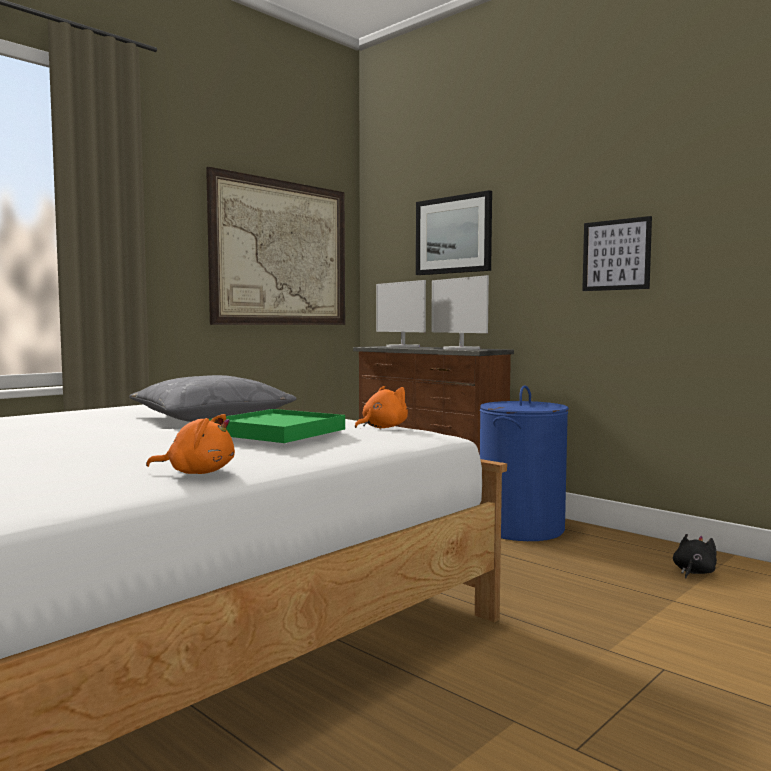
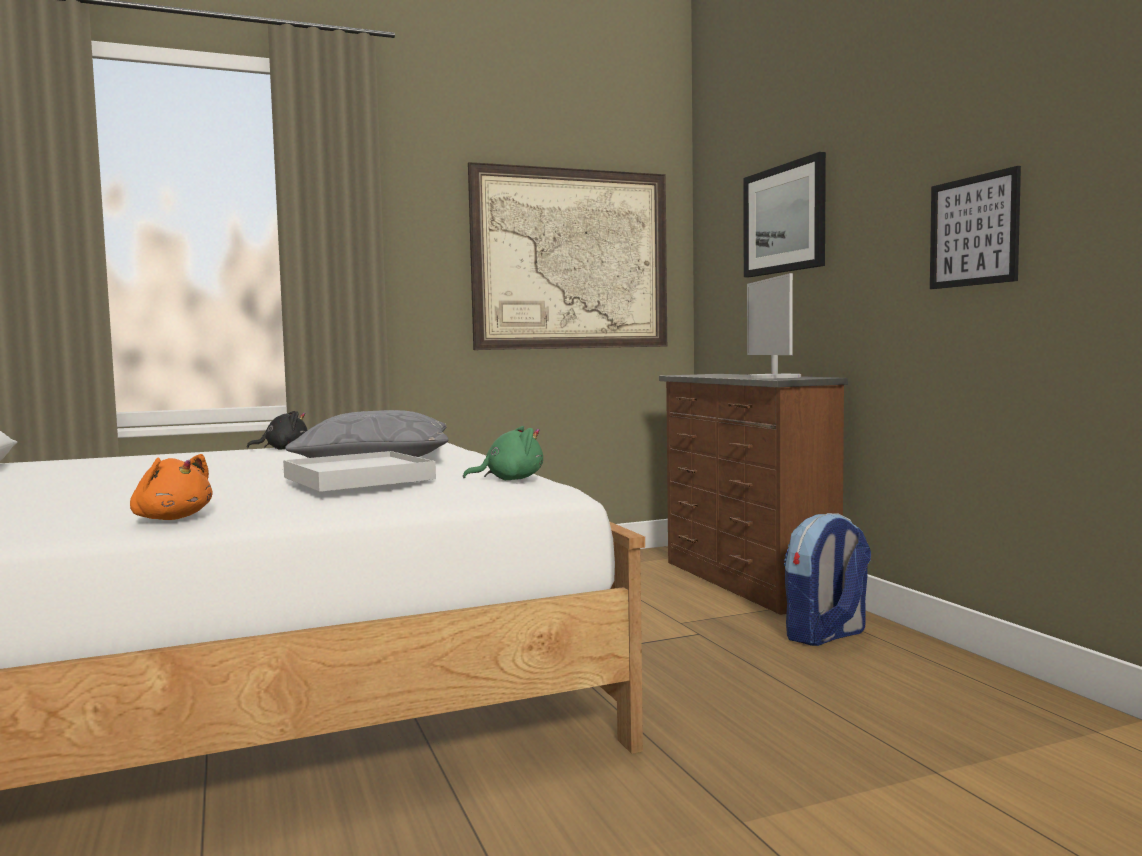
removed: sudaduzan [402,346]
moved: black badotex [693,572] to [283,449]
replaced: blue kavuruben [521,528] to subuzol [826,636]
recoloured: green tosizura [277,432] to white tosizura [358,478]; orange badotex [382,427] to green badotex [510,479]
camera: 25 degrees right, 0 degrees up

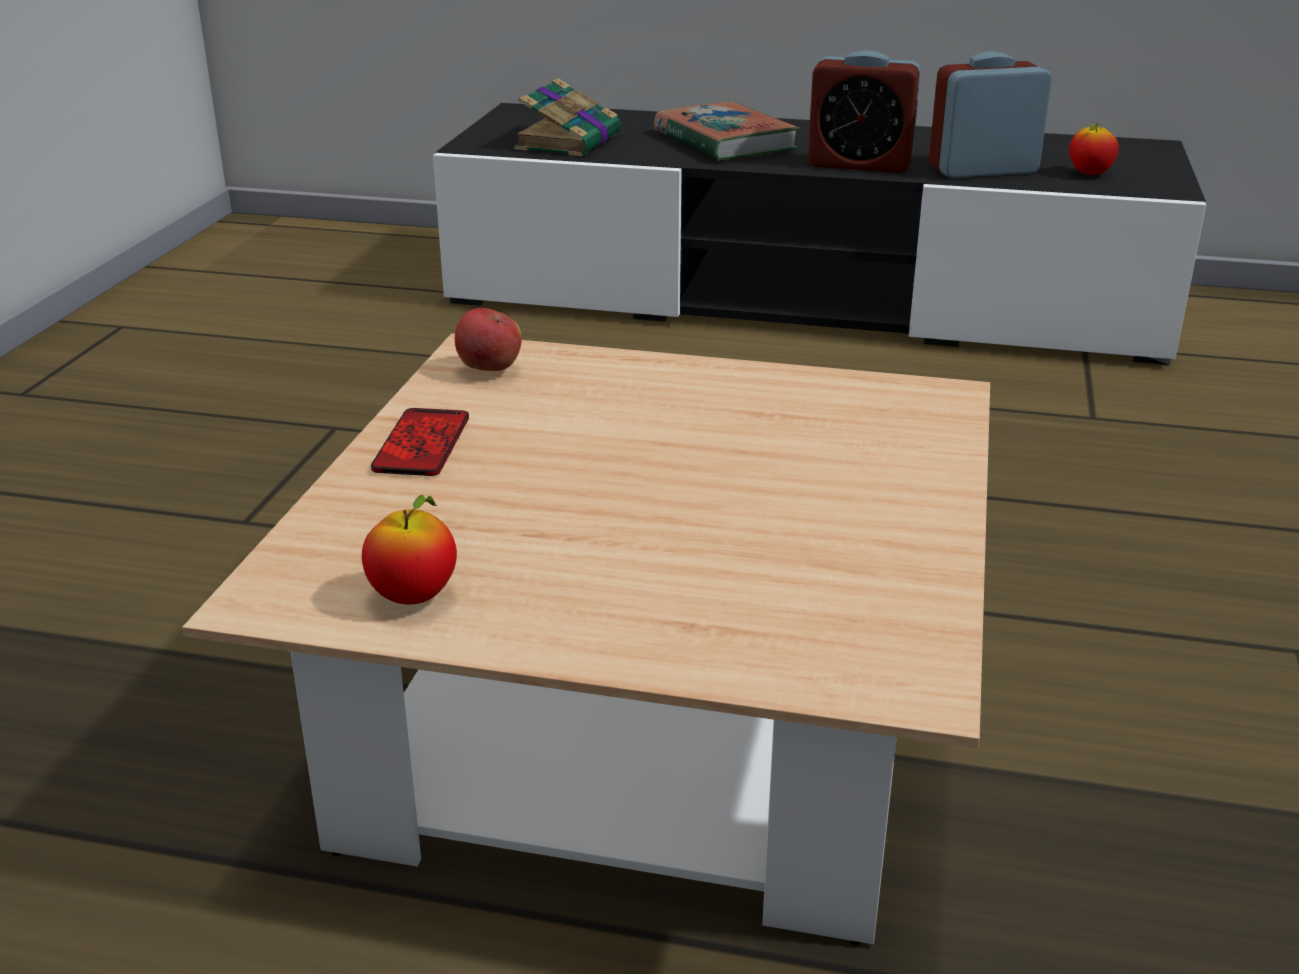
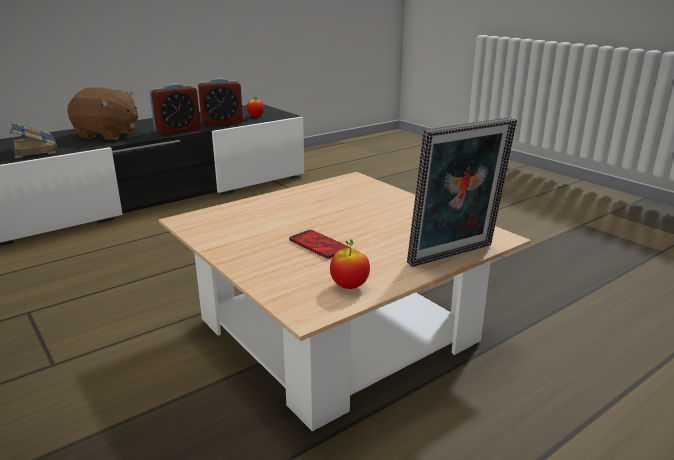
removed: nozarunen [490,370]
added: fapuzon [454,256]
moved: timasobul [422,444] to [318,245]
replaced: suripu [724,141] to brown badotex [107,135]
turned: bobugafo [983,170] = [222,122] 135 degrees counterclockwise
camera: 50 degrees left, 5 degrees down

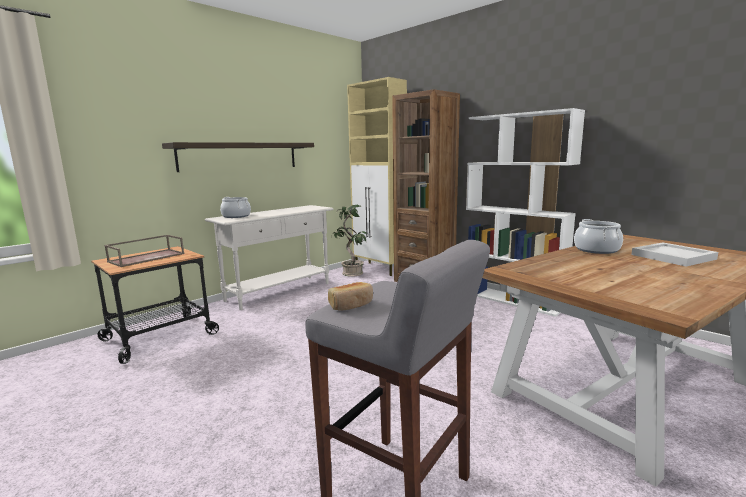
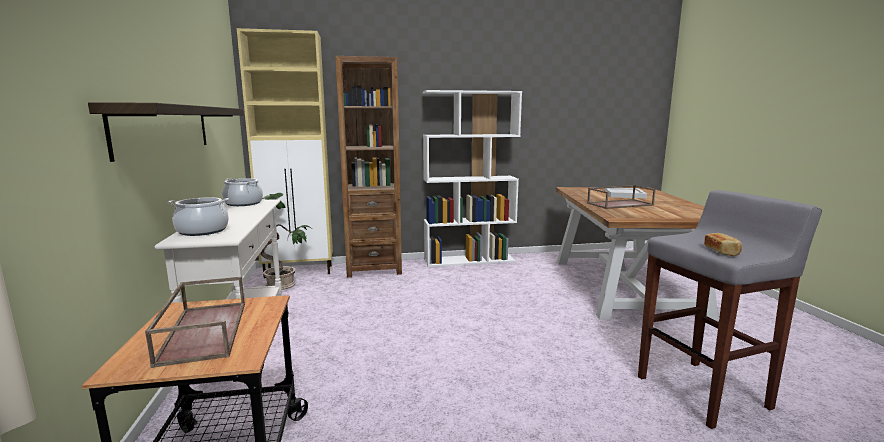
added: brown tosizura [620,204]
moved: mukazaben [596,250] to [243,203]
camera: 55 degrees left, 0 degrees up

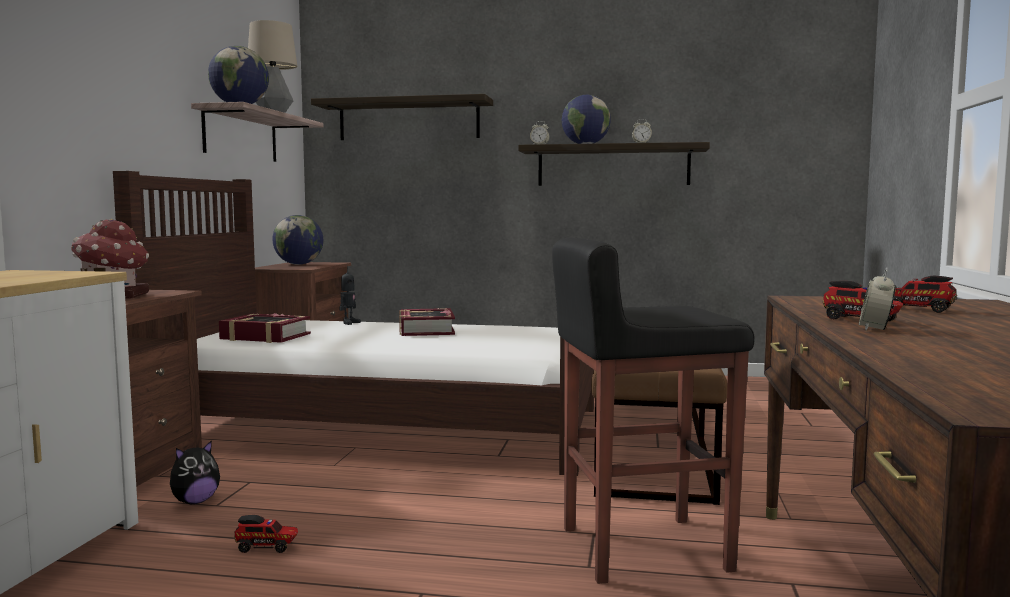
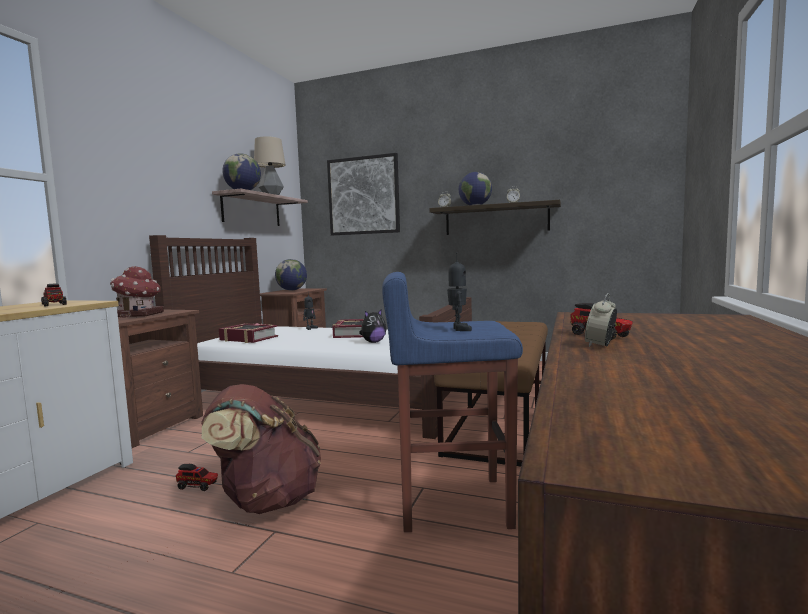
added: brown subuzol [266,500]; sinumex [459,329]
moved: badotex [195,501] to [373,342]; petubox [916,309] to [54,304]
replaced: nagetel [409,120] to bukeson [363,195]
recoloured: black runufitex [641,548] to blue runufitex [451,502]
camera: 10 degrees right, 0 degrees up

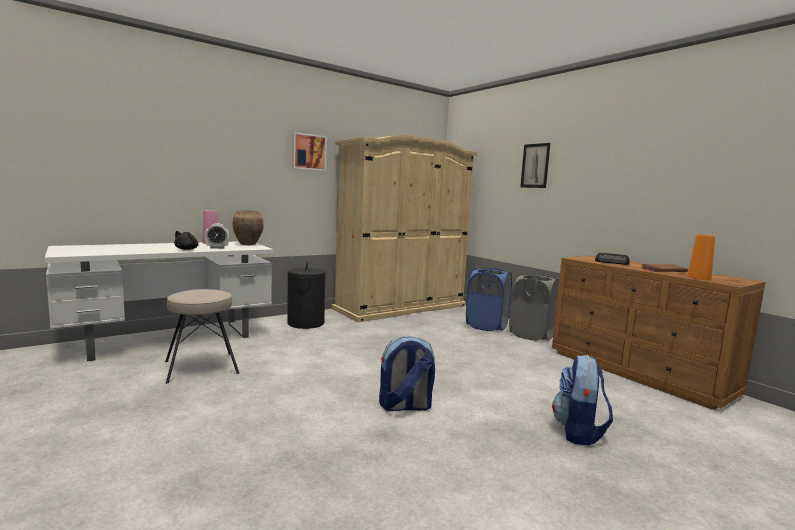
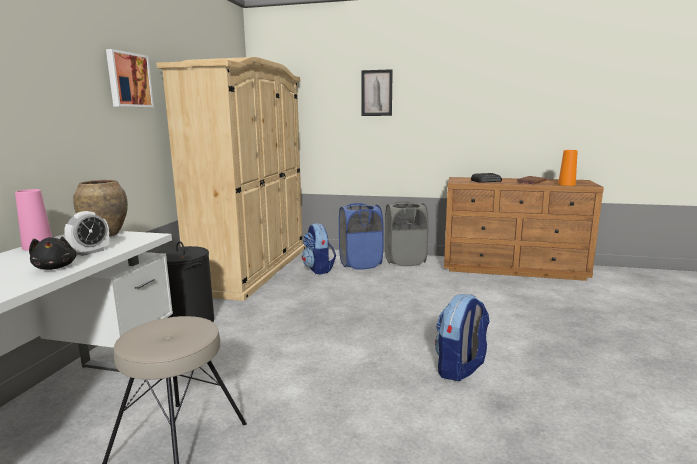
moved: subuzol [579,432] to [319,269]
camera: 40 degrees left, 5 degrees up

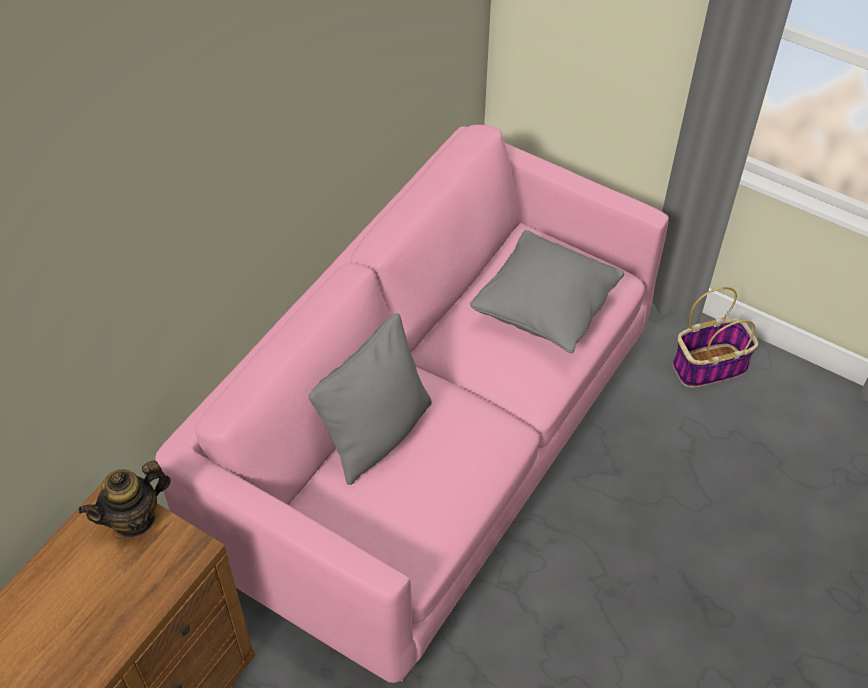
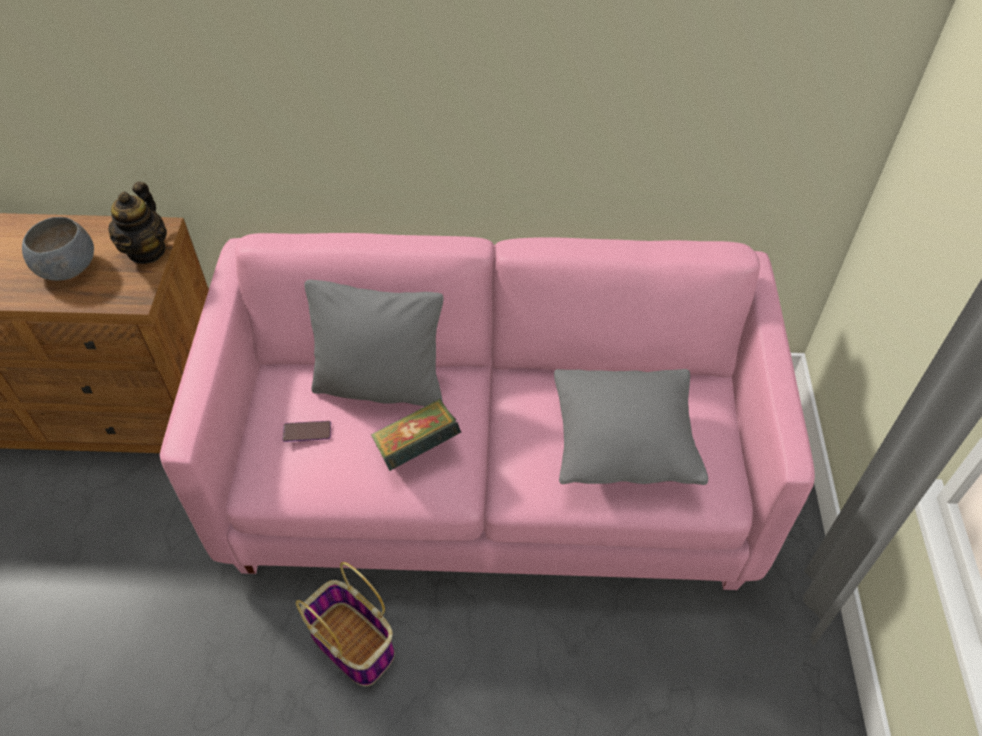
added: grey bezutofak [66,267]; timasobul [307,432]; suripu [417,449]
moved: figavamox [710,366] to [354,644]
turned: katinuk [134,519] = [147,250] 105 degrees counterclockwise
camera: 60 degrees right, 0 degrees up

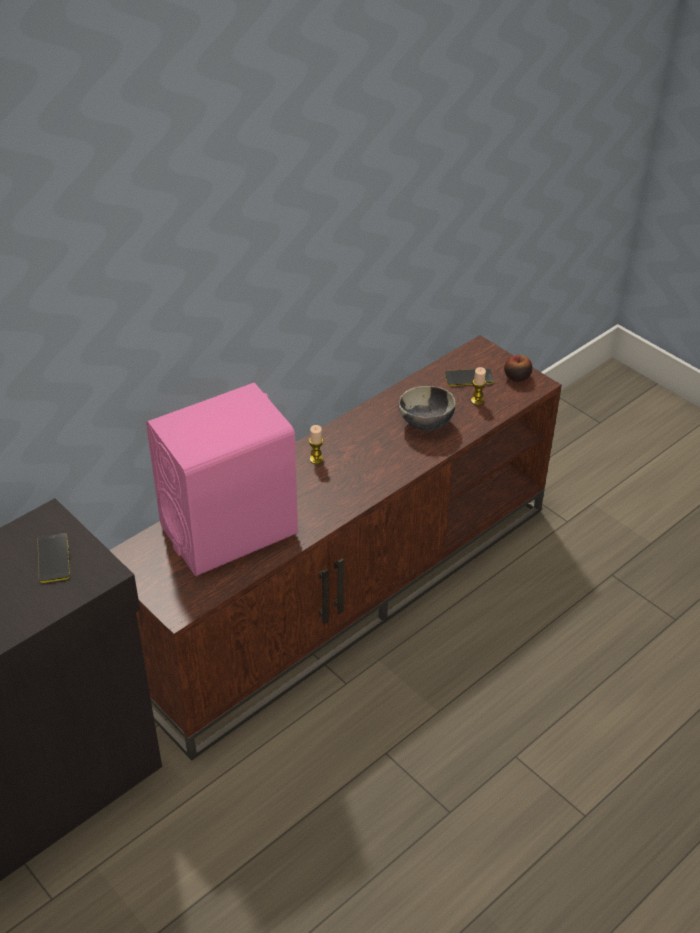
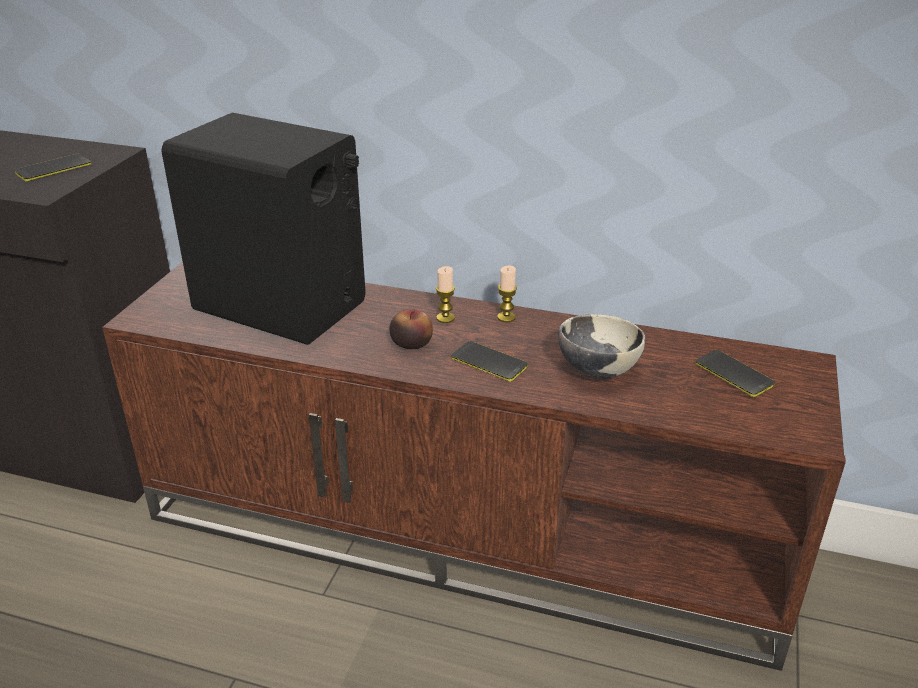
added: timasobul [489,362]
moved: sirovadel [477,401] to [506,317]; nozarunen [517,377] to [411,343]
recoloured: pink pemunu [229,530] to black pemunu [281,306]
camera: 60 degrees right, 10 degrees down

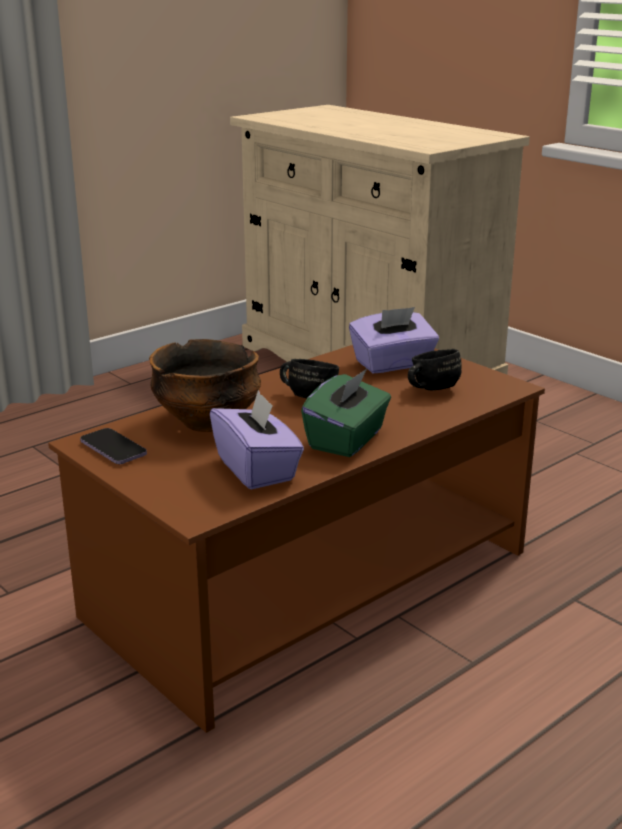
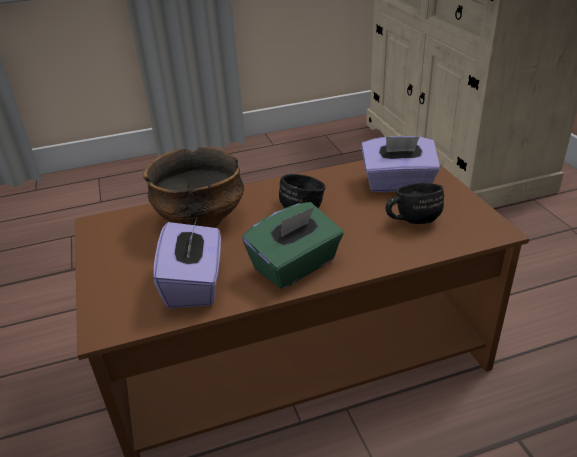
removed: timasobul [113,449]
camera: 25 degrees right, 10 degrees up

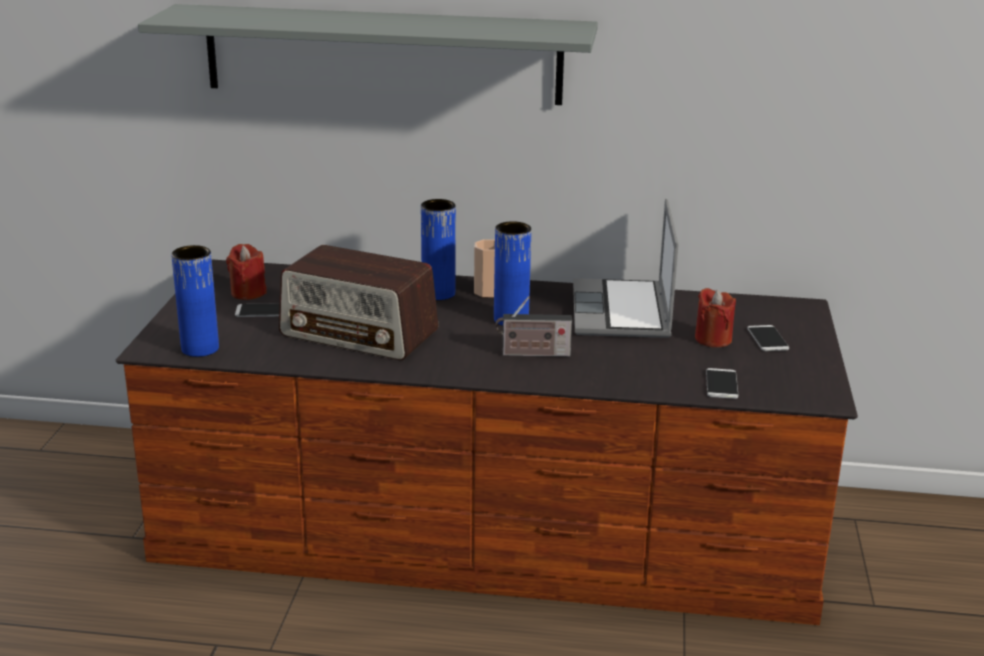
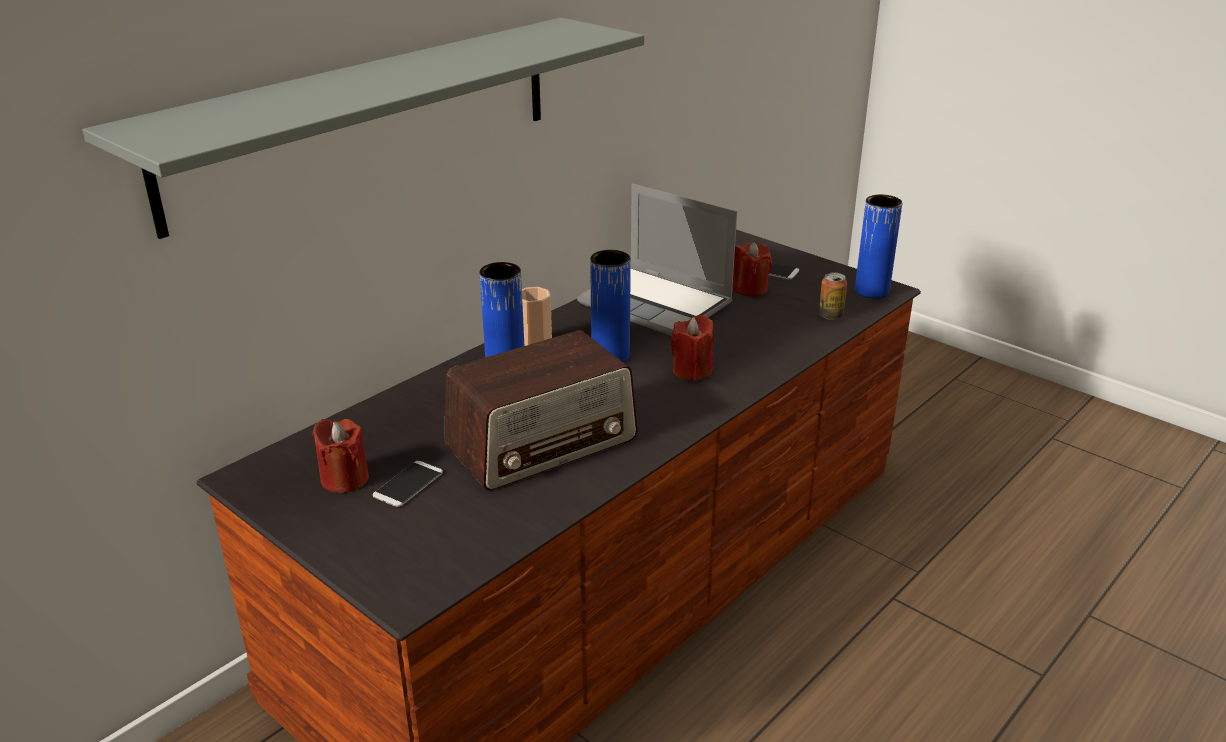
moved: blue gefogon [200,349] to [871,291]
replaced: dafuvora [532,354] to red sirovadel [692,370]; timasobul [721,384] to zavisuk [830,315]
camera: 55 degrees left, 5 degrees up

